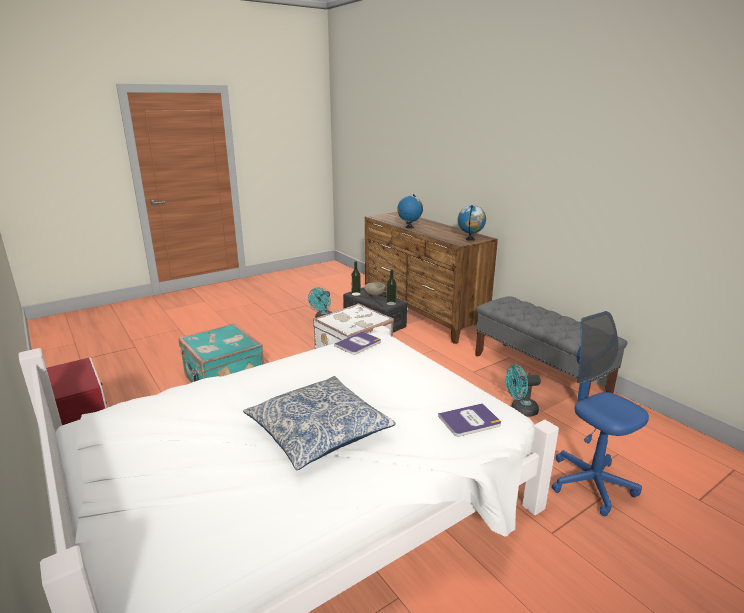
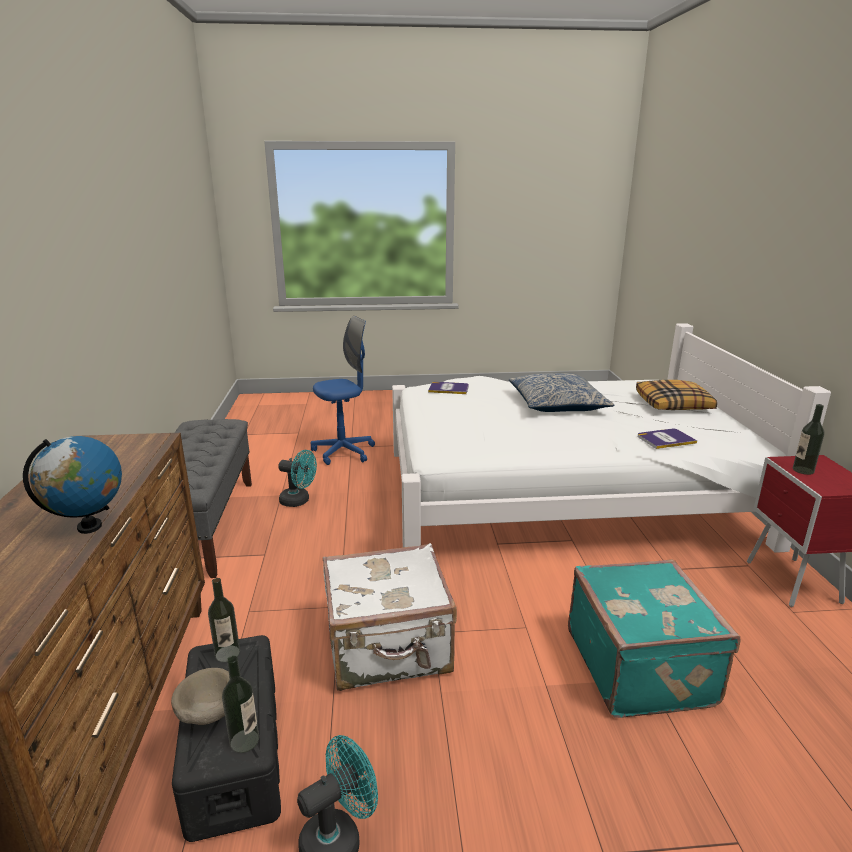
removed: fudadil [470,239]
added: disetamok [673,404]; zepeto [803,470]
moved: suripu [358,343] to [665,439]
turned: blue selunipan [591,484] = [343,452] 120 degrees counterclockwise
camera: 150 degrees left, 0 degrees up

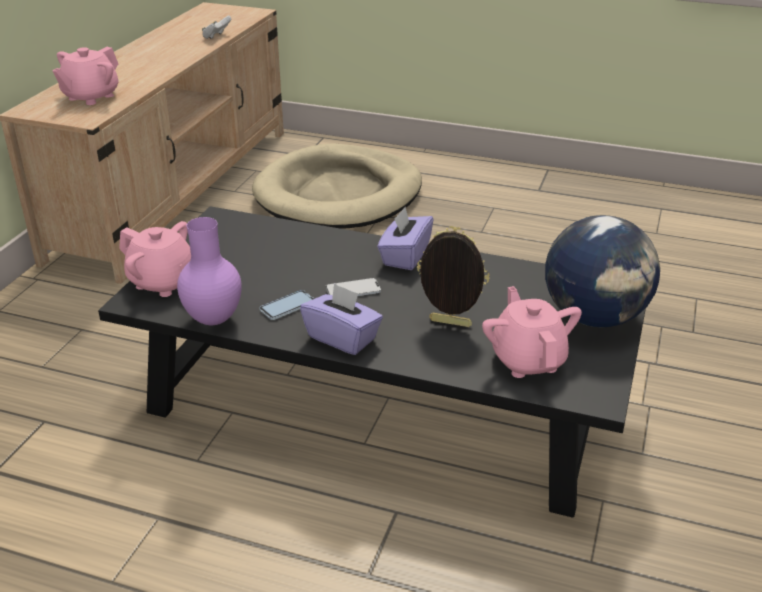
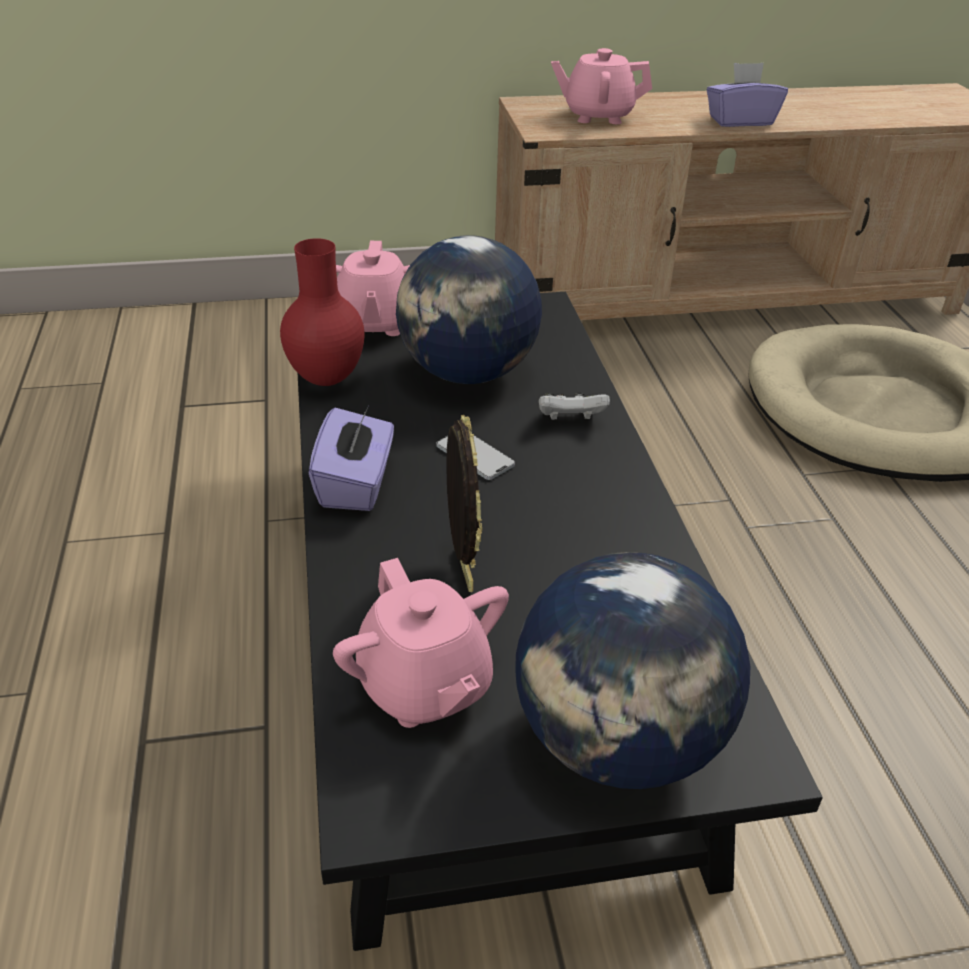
removed: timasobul [287,306]
added: fudadil [466,373]
moved: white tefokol [216,36] to [570,420]; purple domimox [405,256] to [740,121]
recoloured: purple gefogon [215,319] to red gefogon [327,380]
turned: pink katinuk [527,360] = [424,686] 105 degrees clockwise
camera: 60 degrees right, 5 degrees up

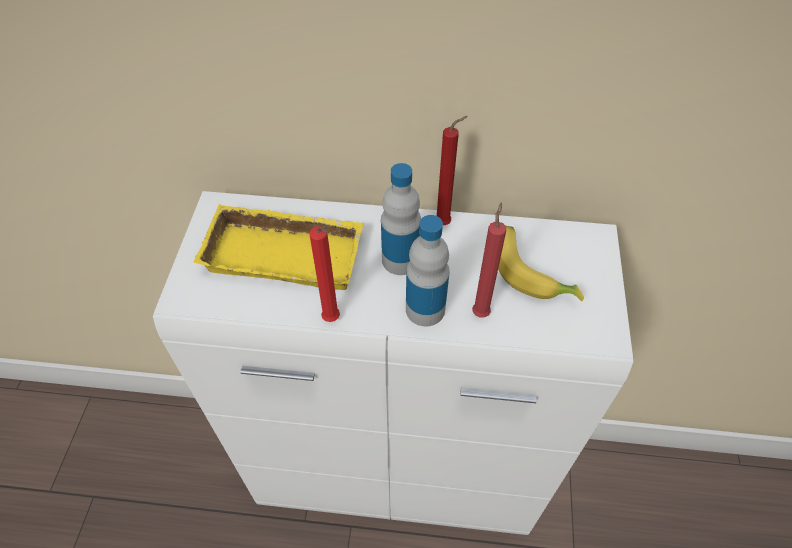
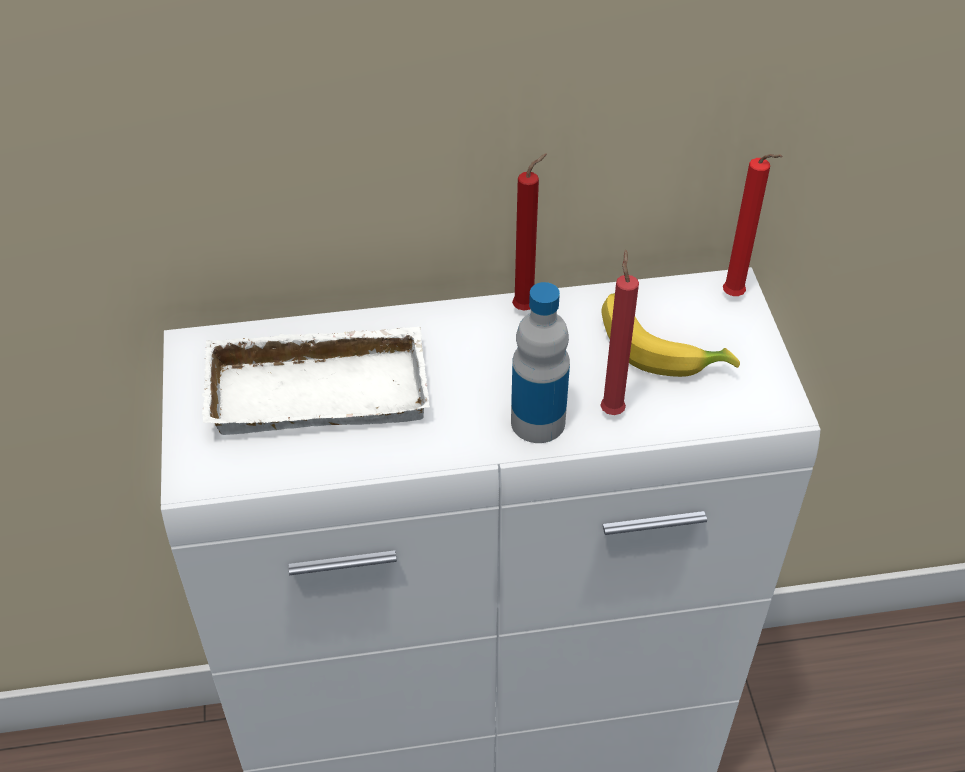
removed: zepeto [400,260]
moved: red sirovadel [332,320] to [736,297]
recoloured: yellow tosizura [287,252] to white tosizura [321,387]
camera: 15 degrees left, 5 degrees down

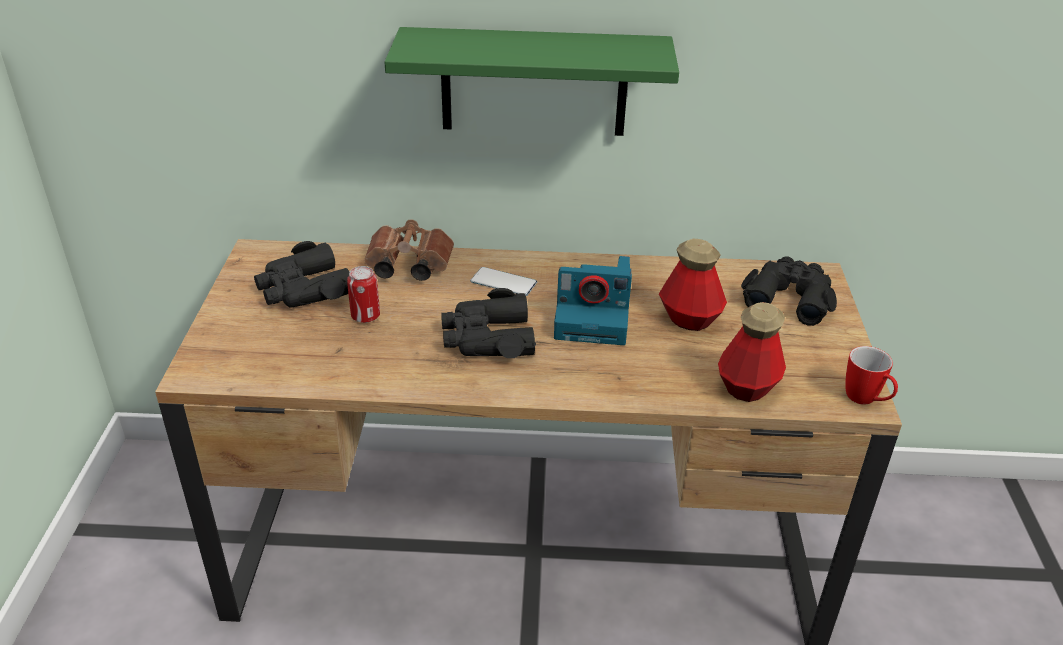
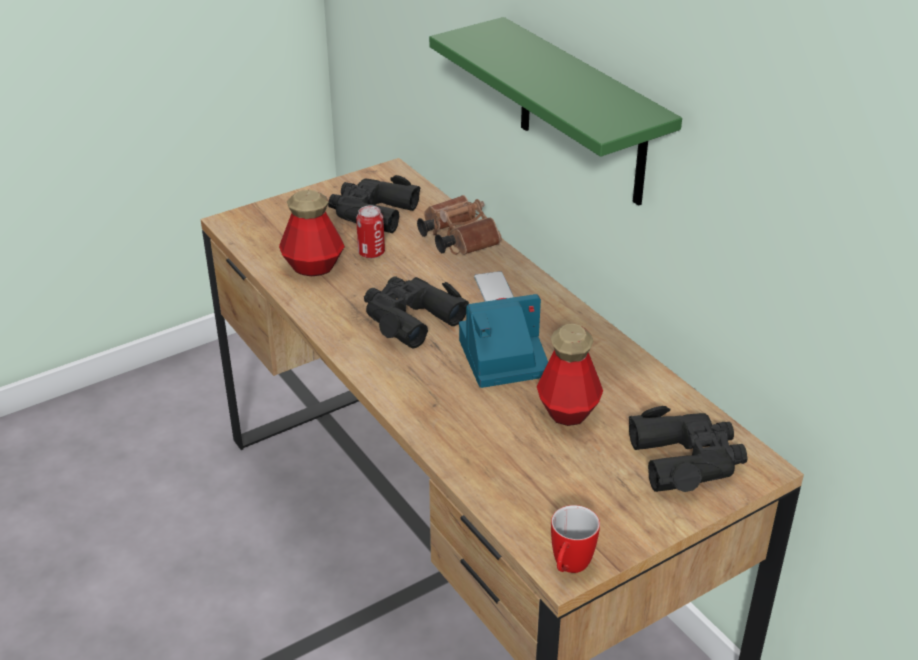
moved: zepeto [747,387] to [313,267]
turned: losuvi [594,319] = [501,358] 105 degrees clockwise
camera: 55 degrees right, 0 degrees up

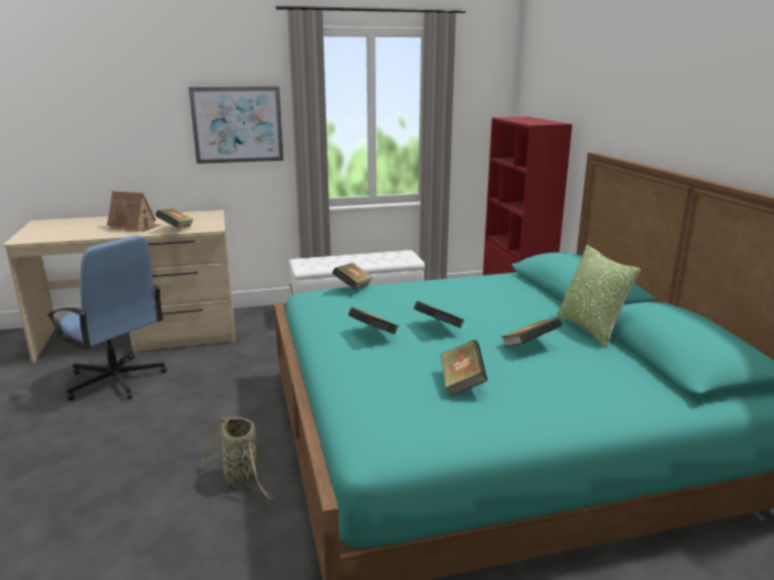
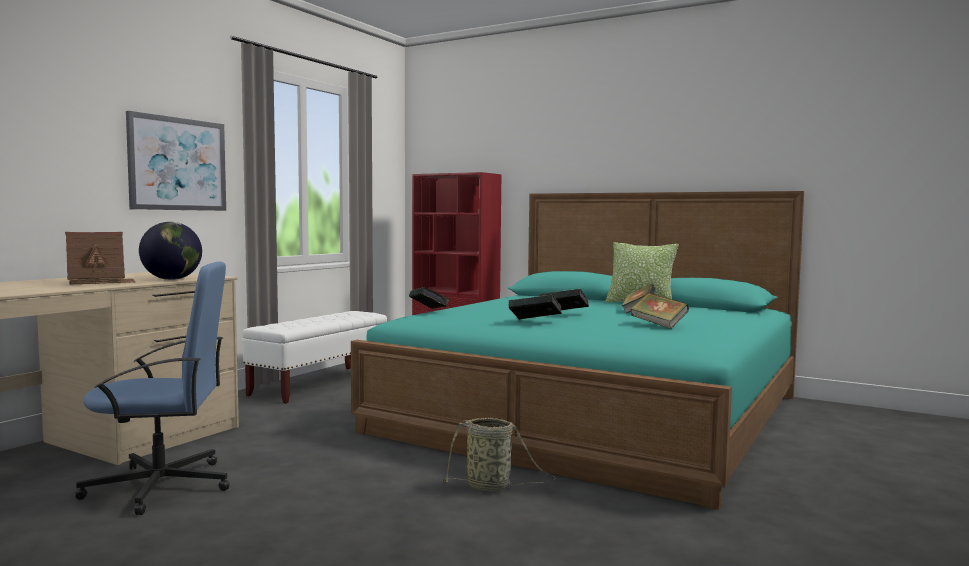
replaced: suripu [176,229] to fudadil [172,279]
camera: 45 degrees left, 15 degrees down

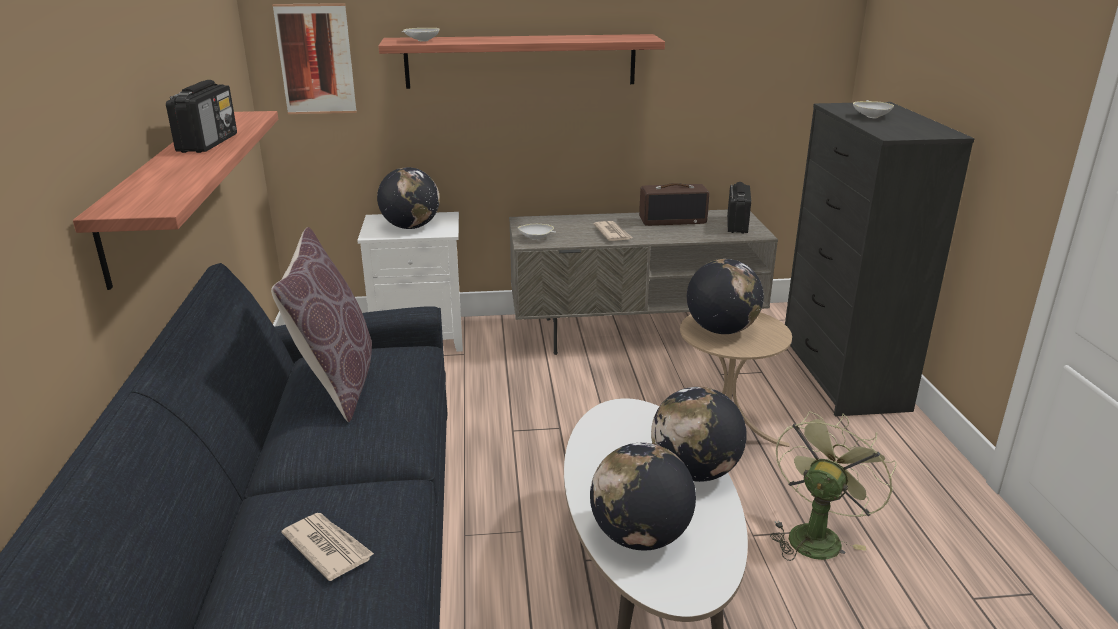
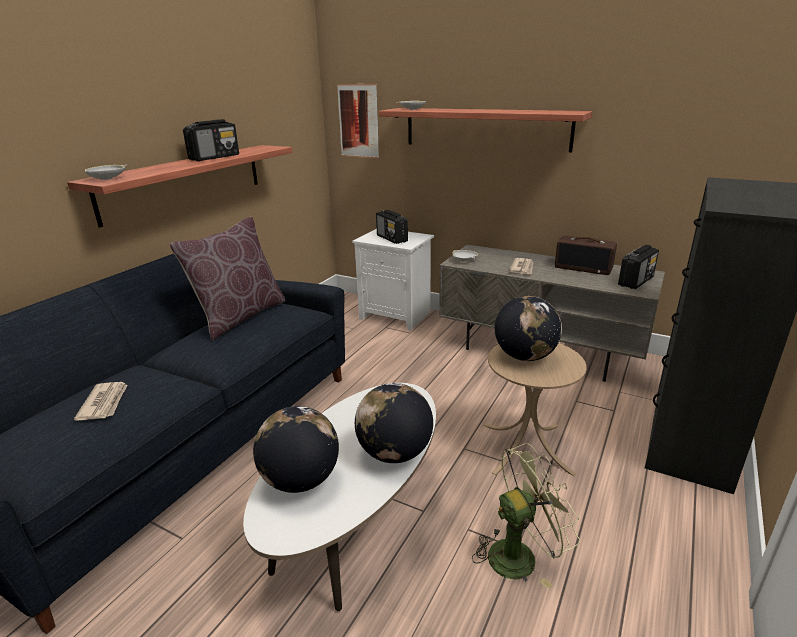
moved: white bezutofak [872,116] to [108,178]
replaced: fudadil [411,227] to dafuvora [392,238]
camera: 35 degrees right, 0 degrees up

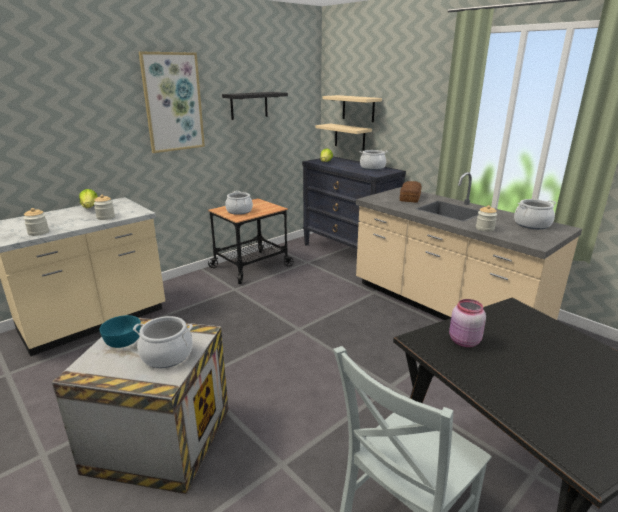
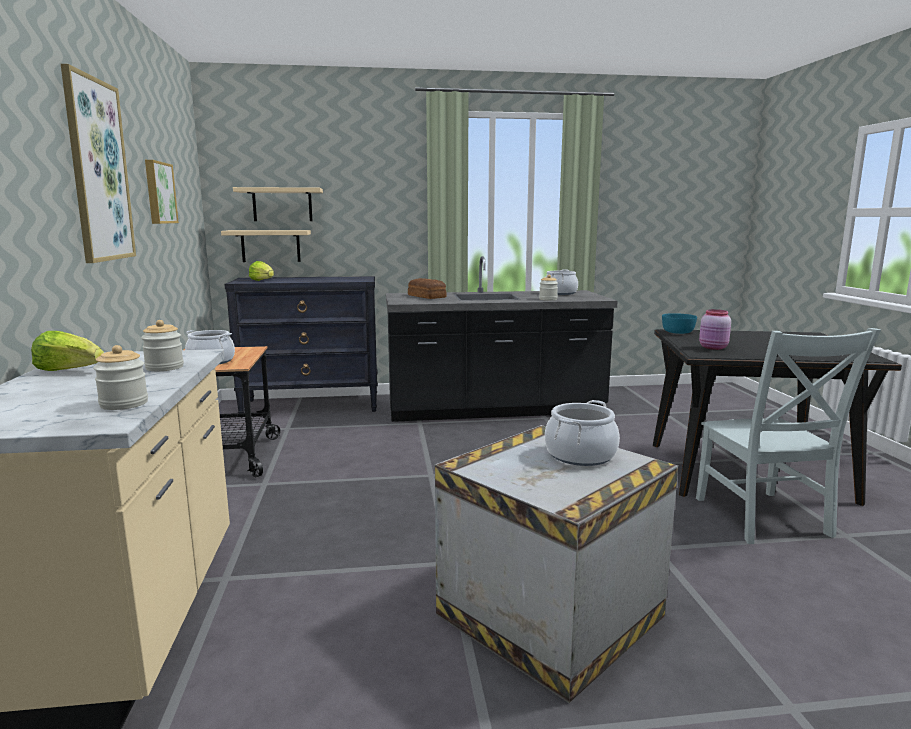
removed: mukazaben [372,168]
moved: turquoise bezutofak [124,341] to [677,332]
replaced: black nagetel [249,105] to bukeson [158,193]
recoloured: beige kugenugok [444,307] to black kugenugok [494,409]
camera: 55 degrees left, 10 degrees down

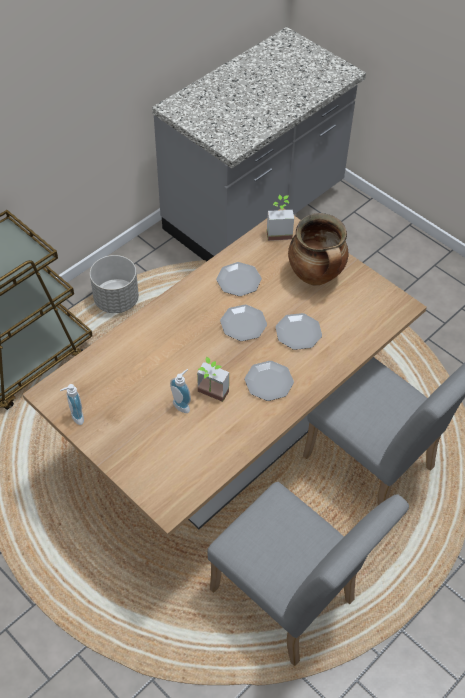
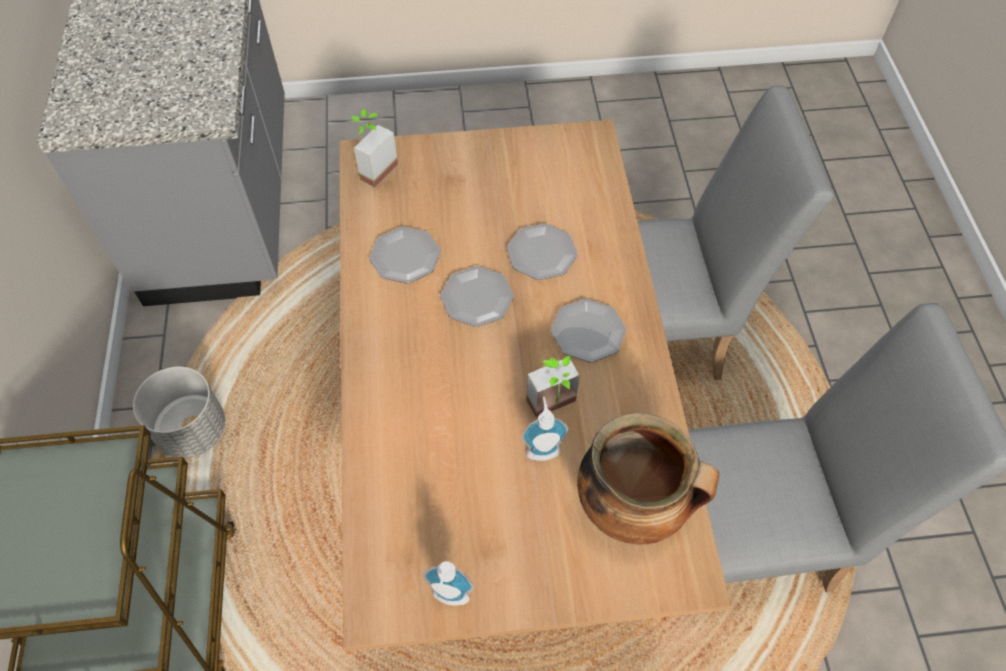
moved: mukazaben [316,276] to [632,508]
camera: 50 degrees left, 5 degrees up

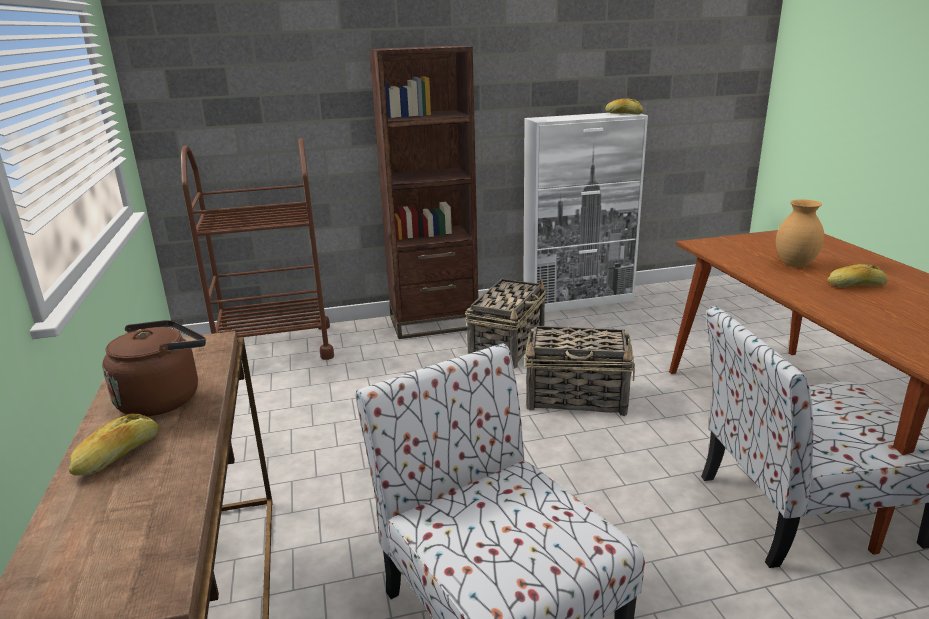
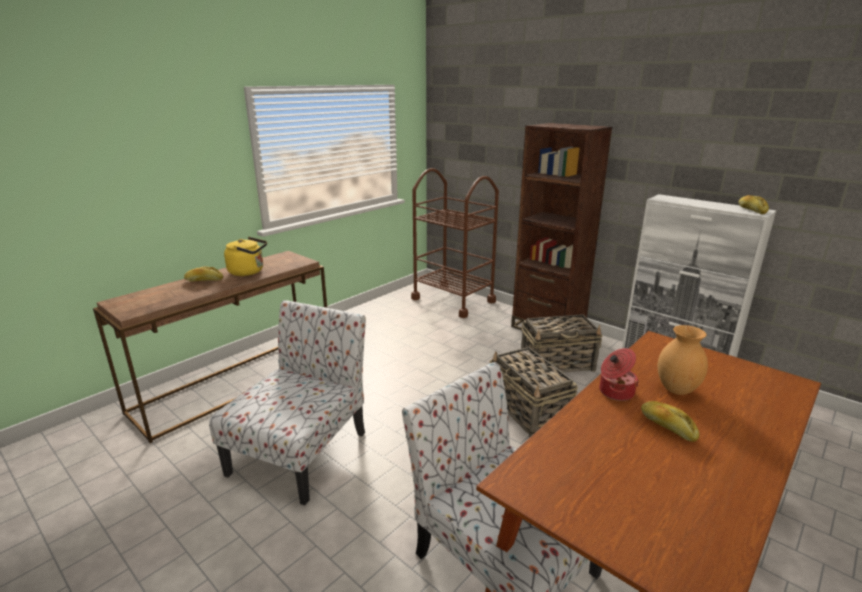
added: mukazaben [615,392]
recoloured: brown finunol [164,398] to yellow finunol [249,272]
camera: 55 degrees right, 0 degrees up

